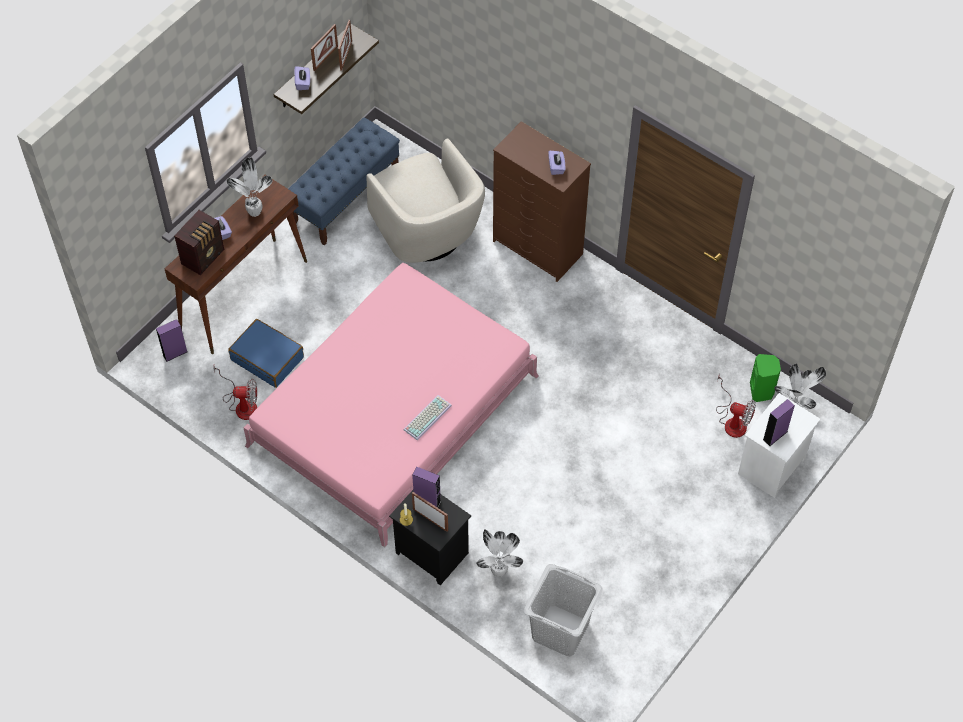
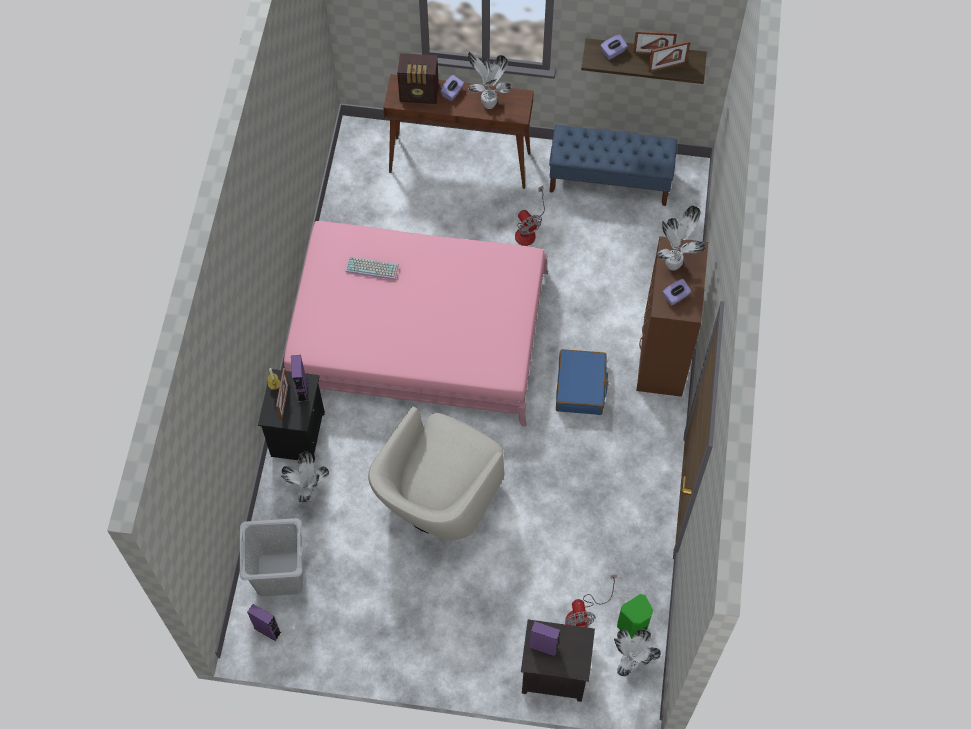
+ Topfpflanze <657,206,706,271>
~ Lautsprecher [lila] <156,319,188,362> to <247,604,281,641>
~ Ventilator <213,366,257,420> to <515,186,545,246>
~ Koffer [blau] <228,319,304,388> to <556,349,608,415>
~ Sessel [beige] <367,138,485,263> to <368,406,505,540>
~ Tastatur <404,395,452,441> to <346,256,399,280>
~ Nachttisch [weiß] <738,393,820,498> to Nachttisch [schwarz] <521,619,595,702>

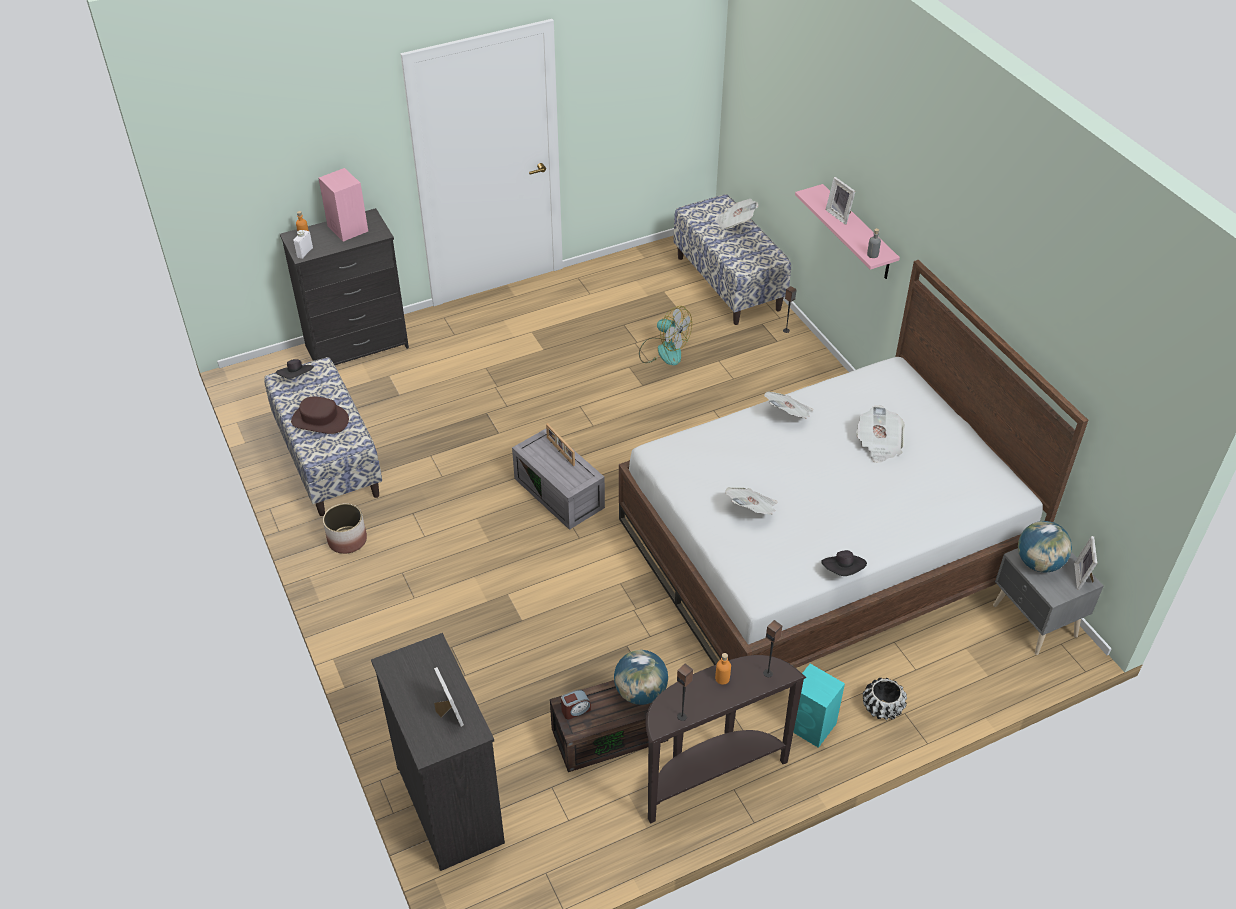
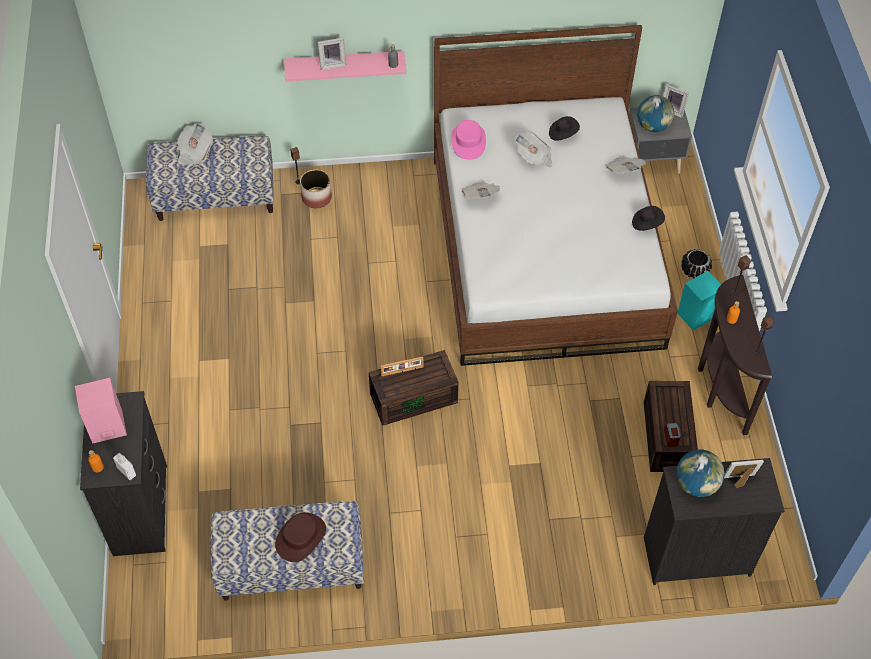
- Ventilator <639,306,692,366>
+ Hut [rosa] <451,120,486,160>
~ Hut [schwarz] <276,359,314,379> to <549,116,580,141>
~ Pflanzkübel <323,503,367,554> to <300,170,332,208>
~ Globus <614,650,668,705> to <676,449,725,497>
~ Zeitung <725,487,777,515> to <605,155,646,174>
~ Aufbewahrungsbox [grau] <512,429,605,530> to Aufbewahrungsbox [braun] <369,350,458,426>

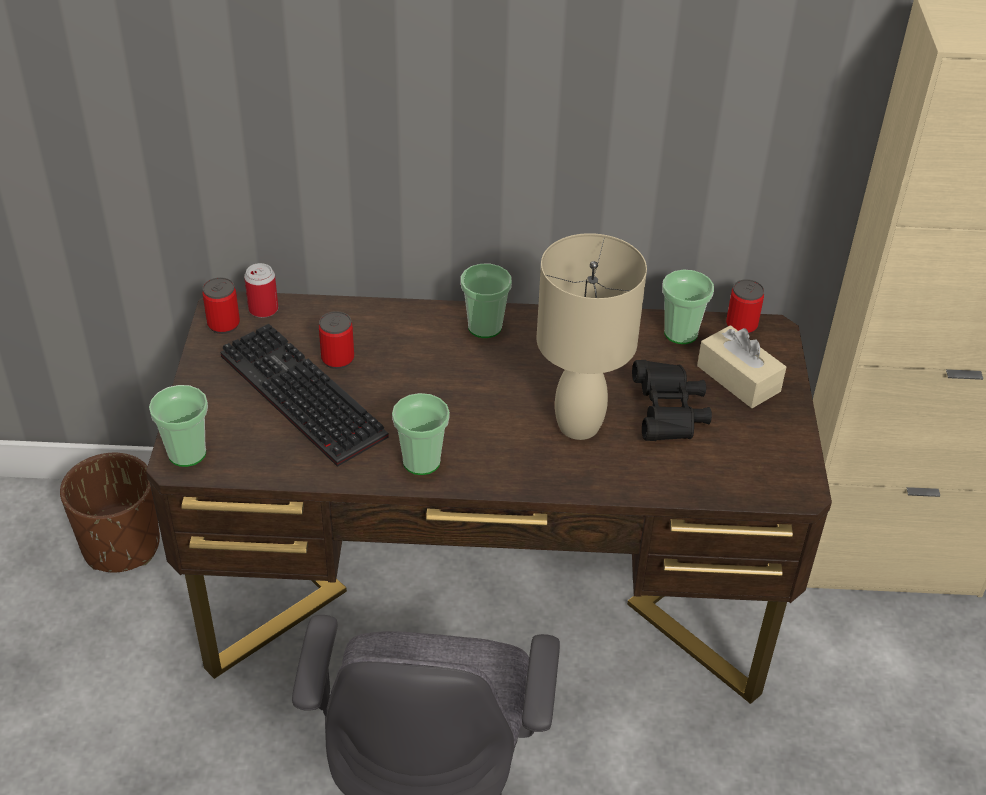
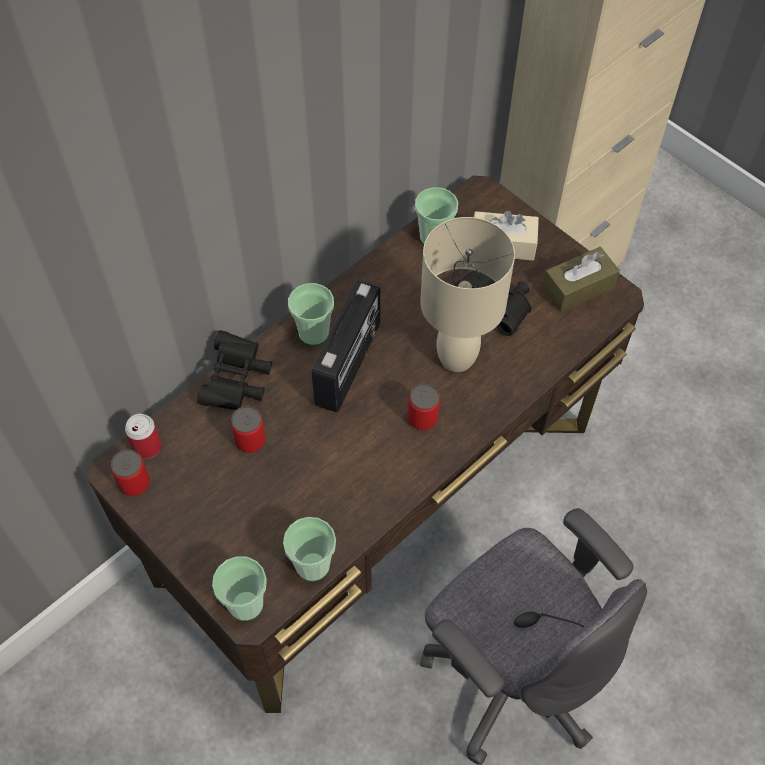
- Pflanzkübel [braun] <60,453,160,572>
- Tastatur <220,324,388,467>
+ Fernglas [schwarz] <197,330,272,410>
+ Radio <312,279,380,413>
+ Taschentuchbox [braun] <542,247,620,312>
~ Tasse <392,393,450,475> to <283,517,336,582>
~ Dose <726,279,764,334> to <408,384,440,430>

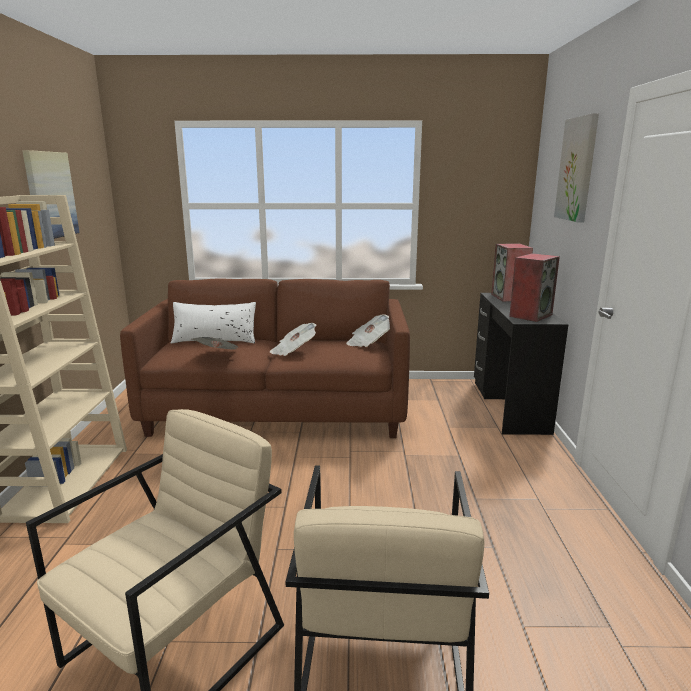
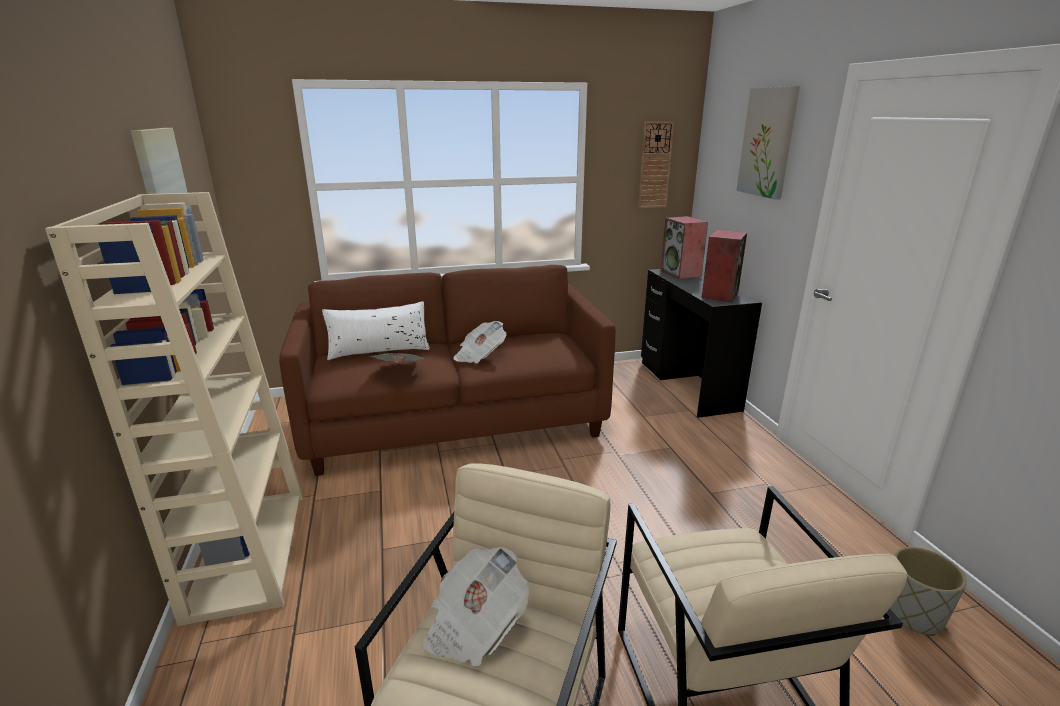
+ Wanduhr <638,121,674,208>
+ Pflanzkübel [grau] <890,547,967,636>
~ Zeitung <346,314,390,347> to <423,547,529,666>

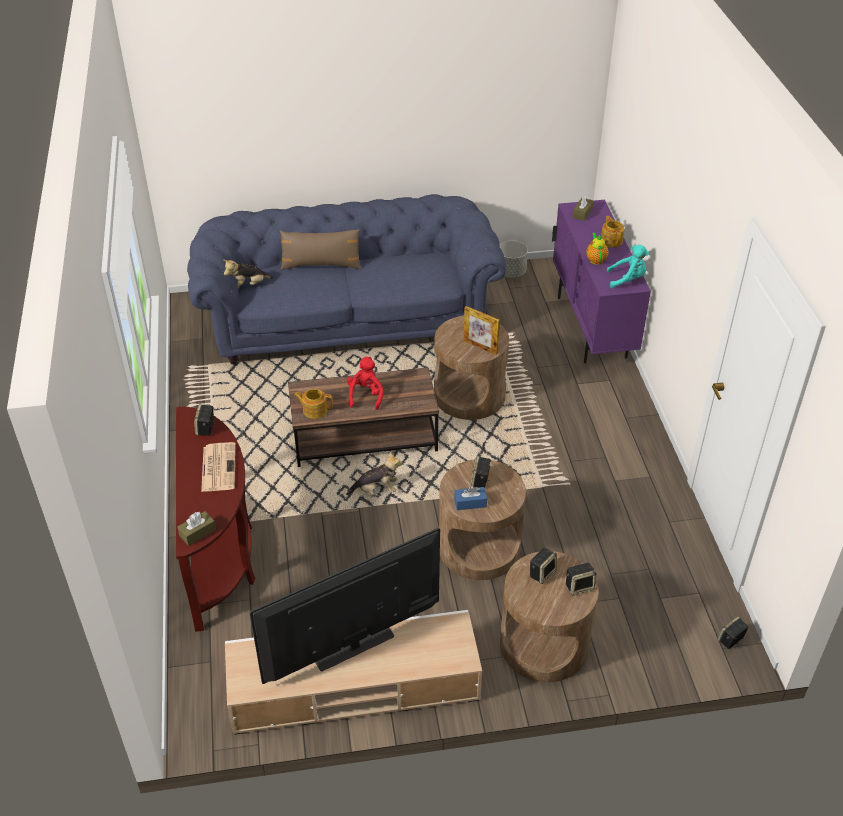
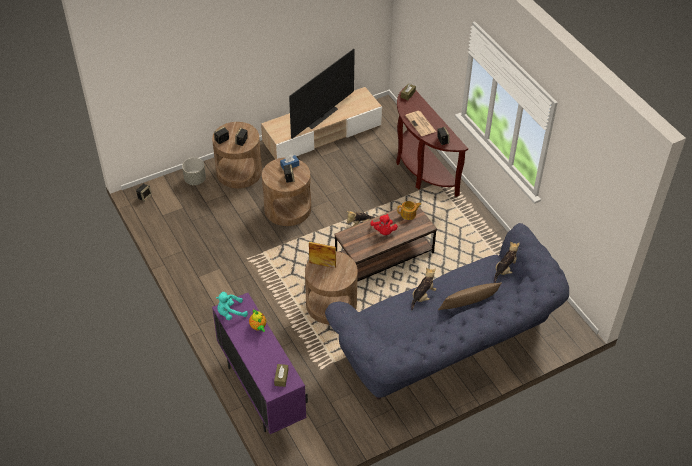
- Teekanne <601,216,625,247>
+ Plüschtier <411,268,437,310>
~ Pflanzkübel [grau] <499,241,528,278> to <182,158,206,185>

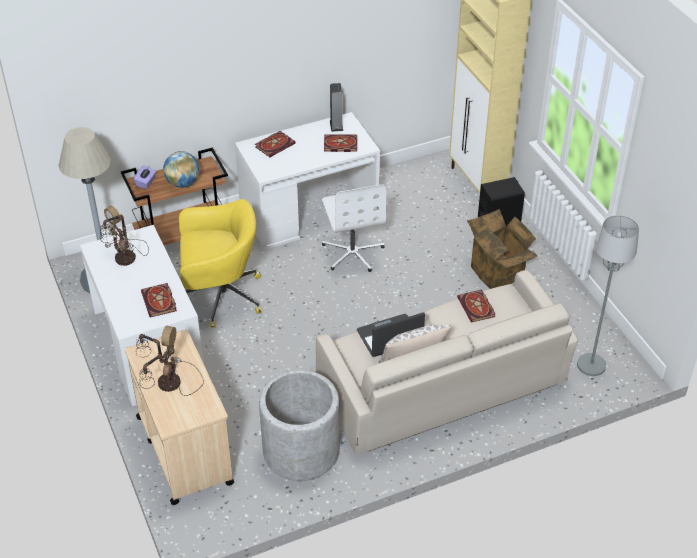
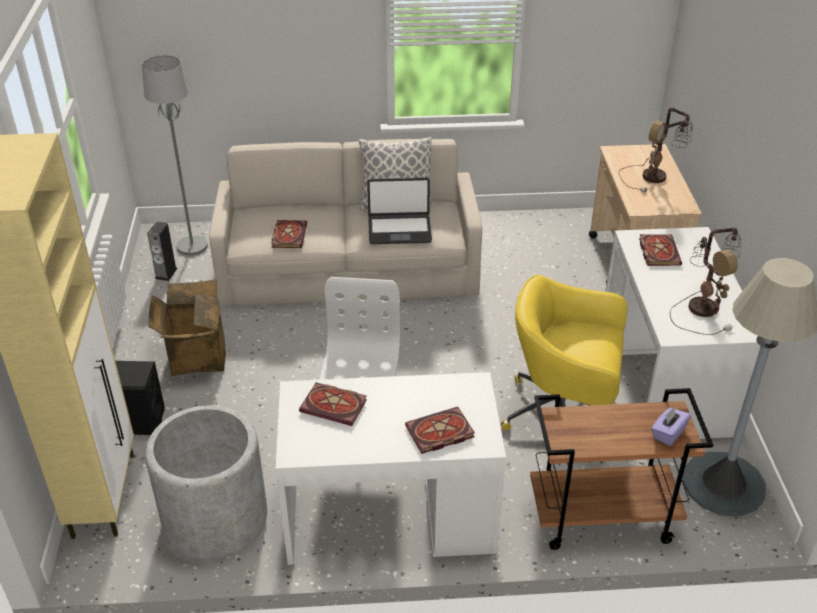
- Globus <163,151,200,188>
~ Pflanzkübel [grau] <259,370,340,481> to <145,406,267,559>
~ Lautsprecher <330,83,343,132> to <147,221,178,281>

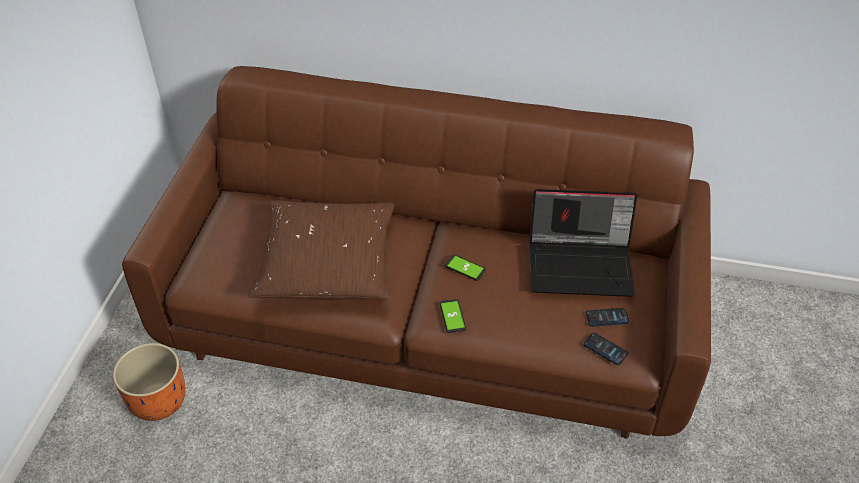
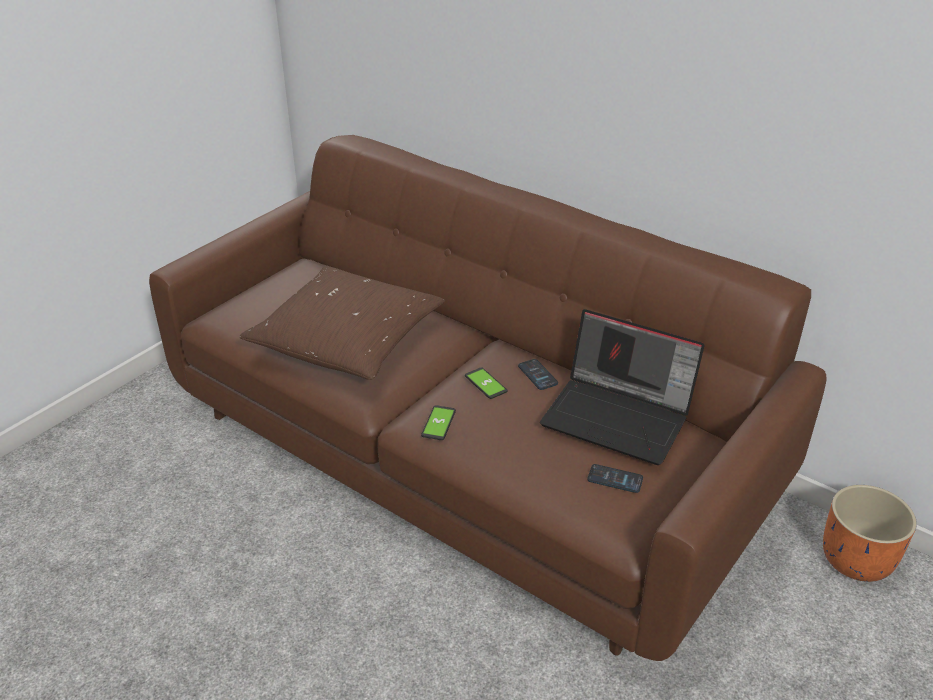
~ Pflanzkübel [orange] <113,343,186,421> to <823,485,917,582>
~ Handy <583,332,628,365> to <518,359,558,390>

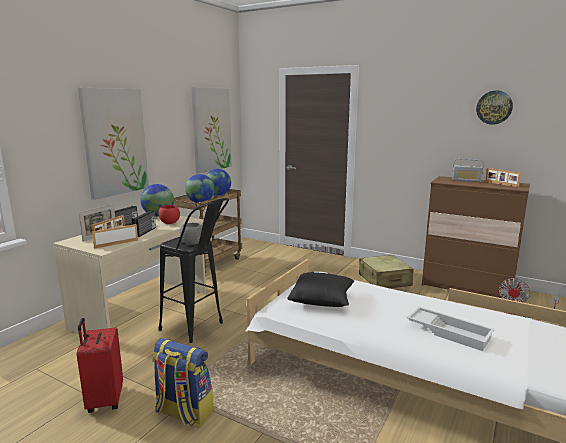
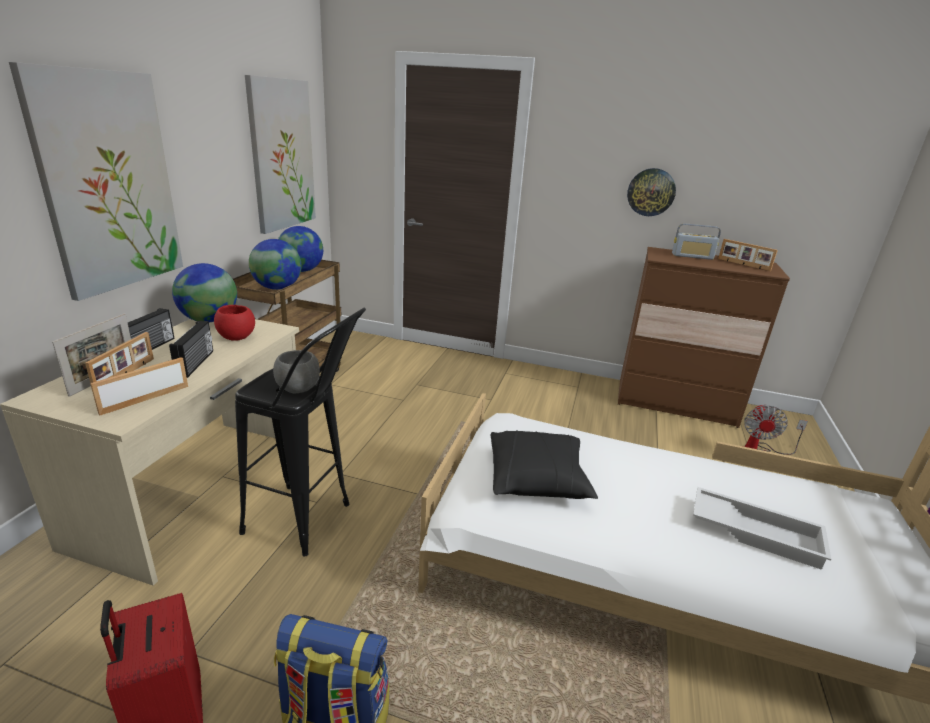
- Koffer [beige] <359,255,414,288>
~ Wanduhr <476,91,513,125> to <627,168,676,216>

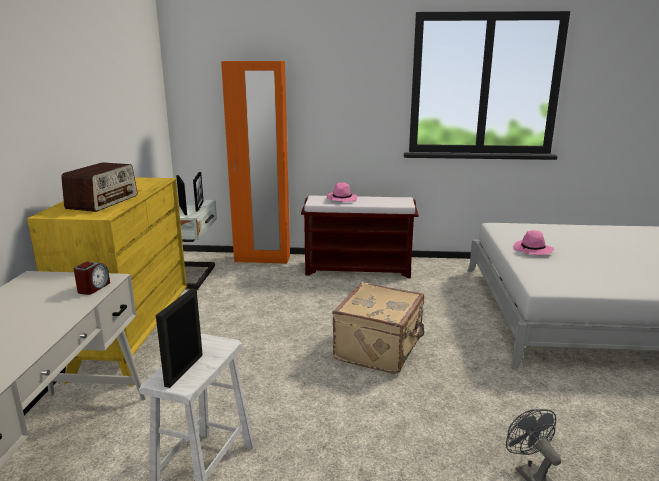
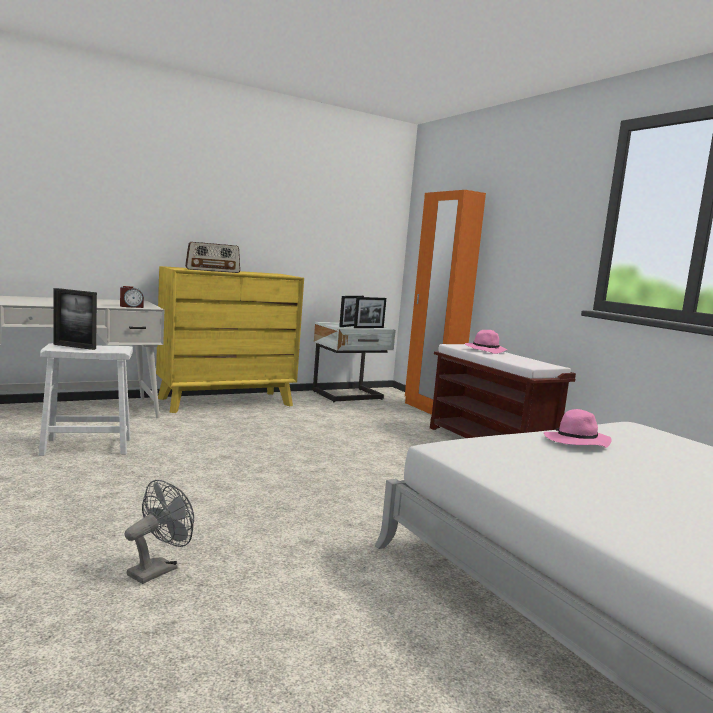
- Koffer [beige] <332,282,424,374>
~ Bilderrahmen <156,288,203,388> = <54,288,97,350> 150 degrees counterclockwise

